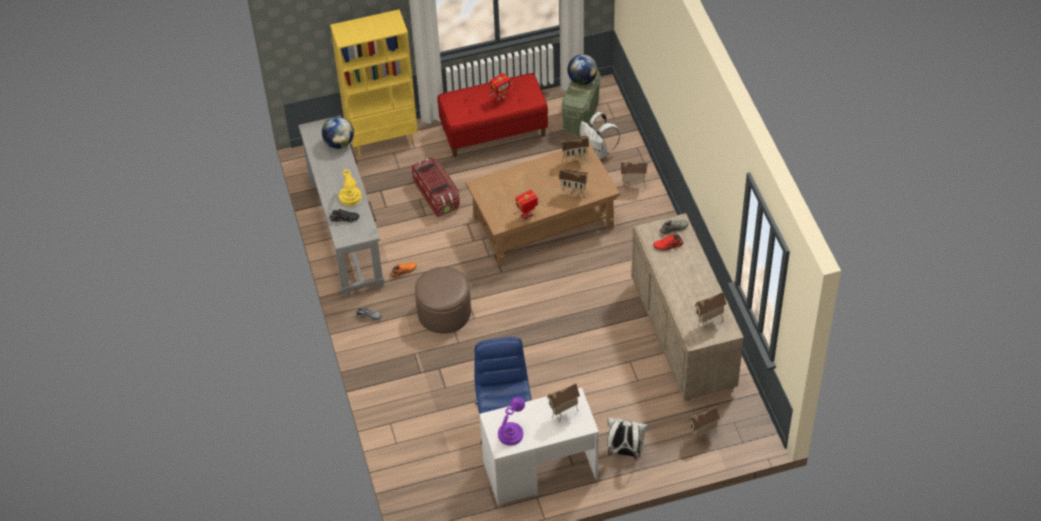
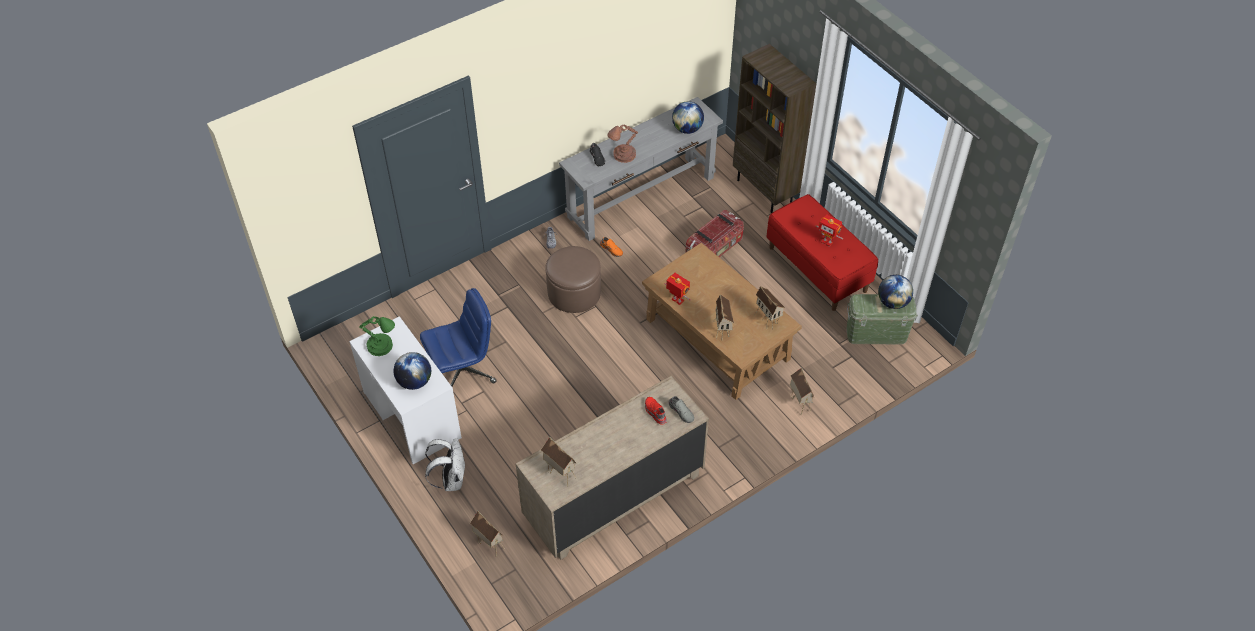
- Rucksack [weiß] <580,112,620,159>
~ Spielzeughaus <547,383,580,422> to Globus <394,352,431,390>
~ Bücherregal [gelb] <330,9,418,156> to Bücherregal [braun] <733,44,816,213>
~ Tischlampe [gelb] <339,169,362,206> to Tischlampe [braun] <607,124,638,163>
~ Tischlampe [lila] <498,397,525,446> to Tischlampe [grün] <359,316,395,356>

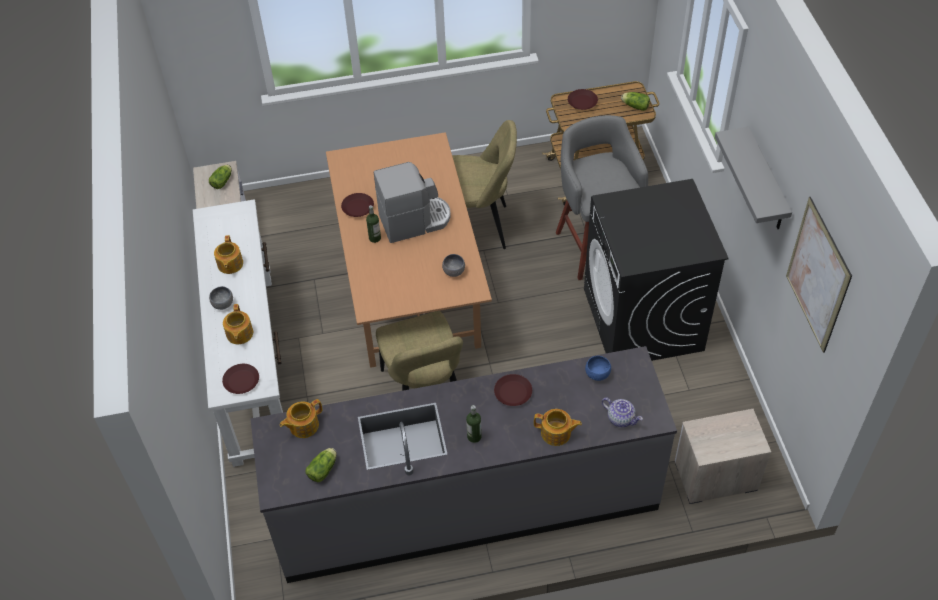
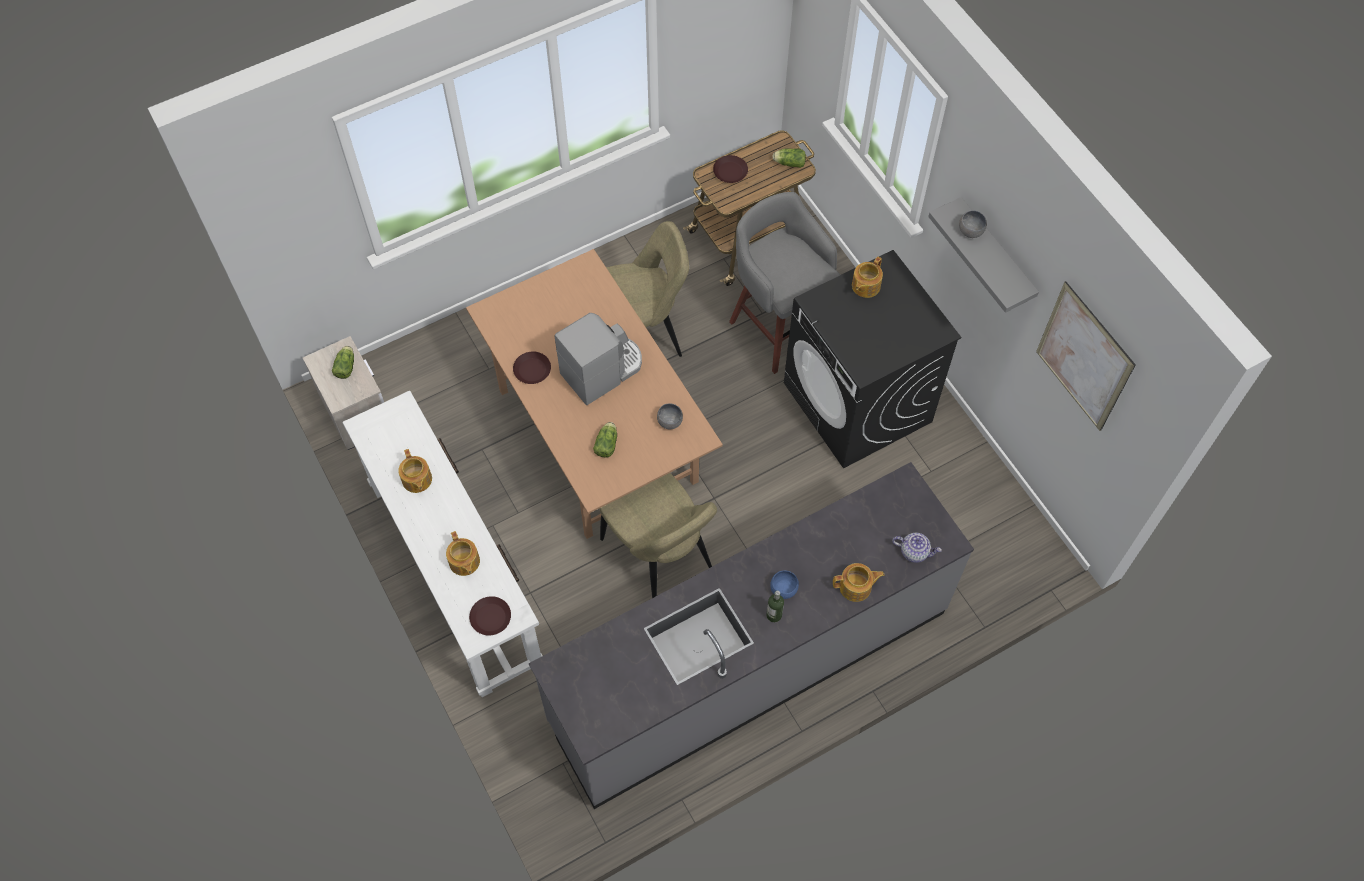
- Flasche <366,205,381,243>
- Teller [braun] <494,374,532,406>
- Nachttisch <675,409,771,504>
~ Schüssel [grau] <209,286,233,310> to <959,210,987,238>
~ Teekanne <280,399,322,438> to <852,257,883,298>
~ Salatkopf <305,448,337,482> to <593,422,617,458>
~ Schüssel [blau] <585,356,611,381> to <770,570,799,599>

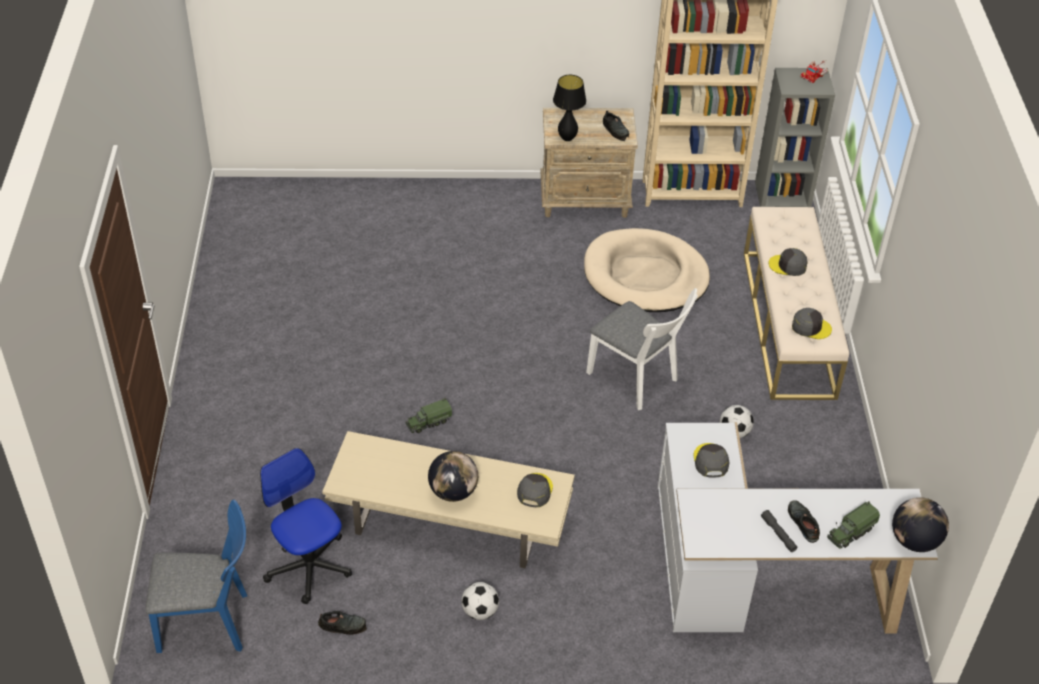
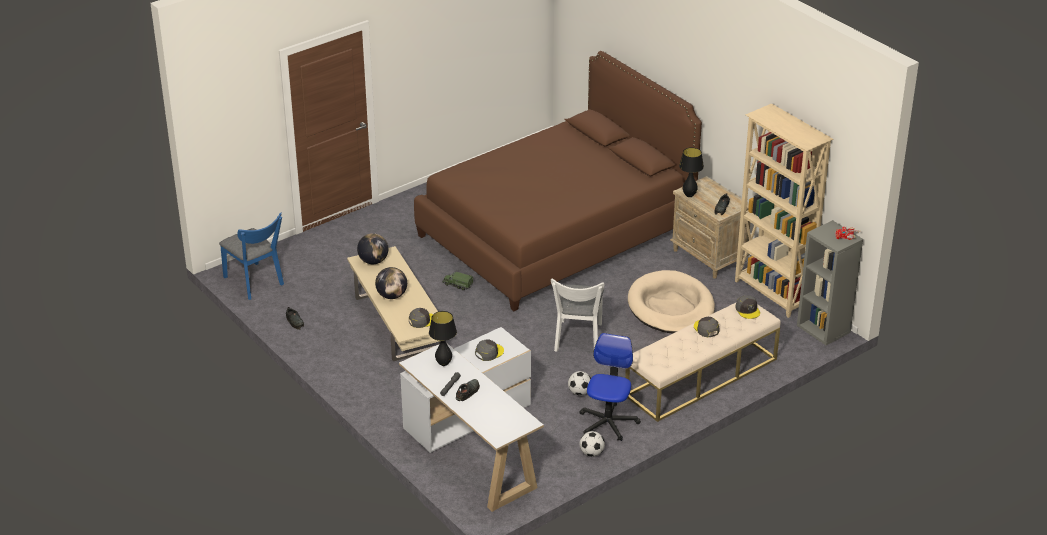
- Spielzeuglaster <827,501,880,549>
+ Bett [braun] <414,51,702,311>
+ Tischlampe [schwarz] <429,311,457,366>
~ Bürostuhl <260,448,352,604> to <579,333,641,441>
~ Fußball <462,582,499,620> to <580,431,605,457>
~ Kappe [grau] <792,308,832,339> to <735,295,760,319>
~ Globus <892,497,949,552> to <357,233,389,264>

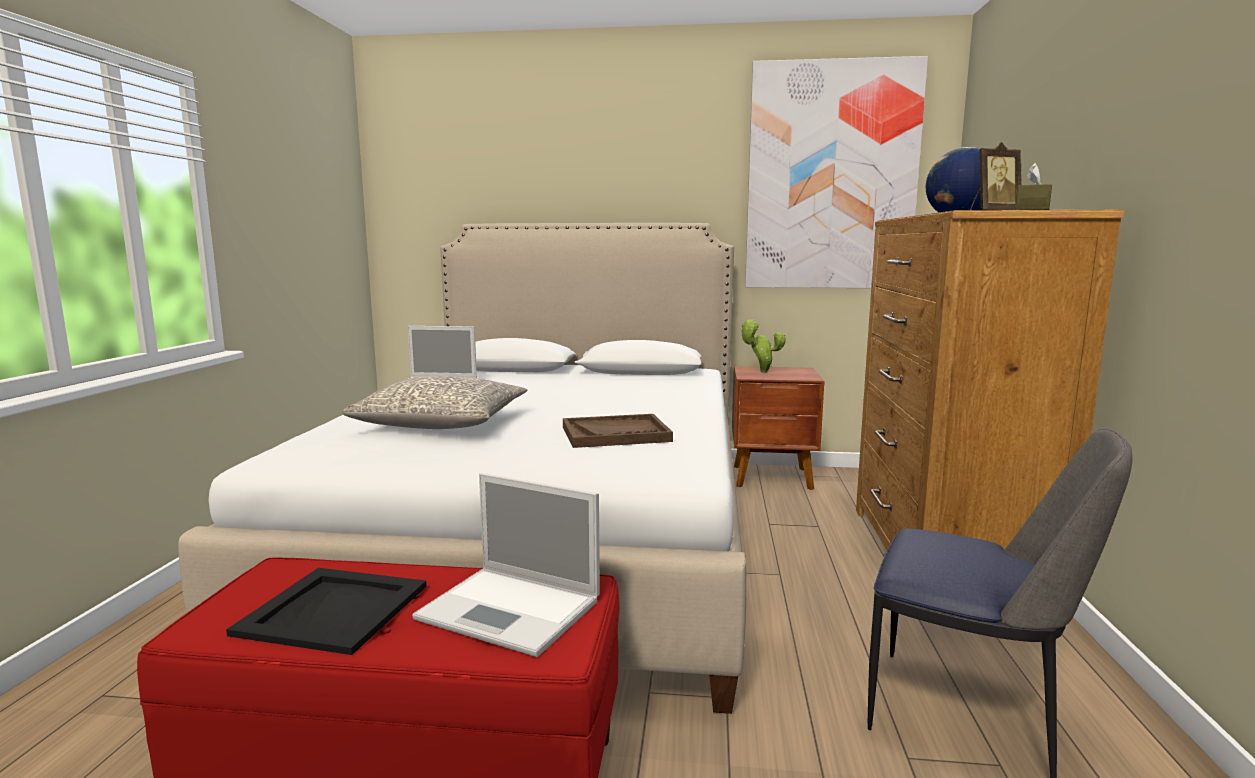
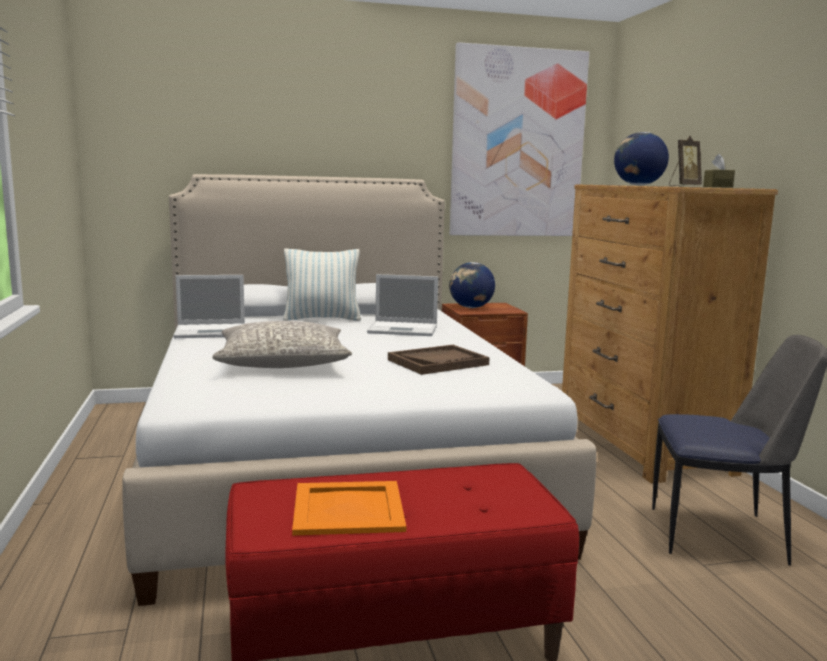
+ Kissen <283,248,361,321>
~ Laptop <412,473,600,657> to <367,274,438,336>
~ Topfpflanze <740,319,786,373> to Globus <449,262,495,308>
~ Tablett [schwarz] <226,568,427,655> to Tablett [orange] <292,481,406,535>

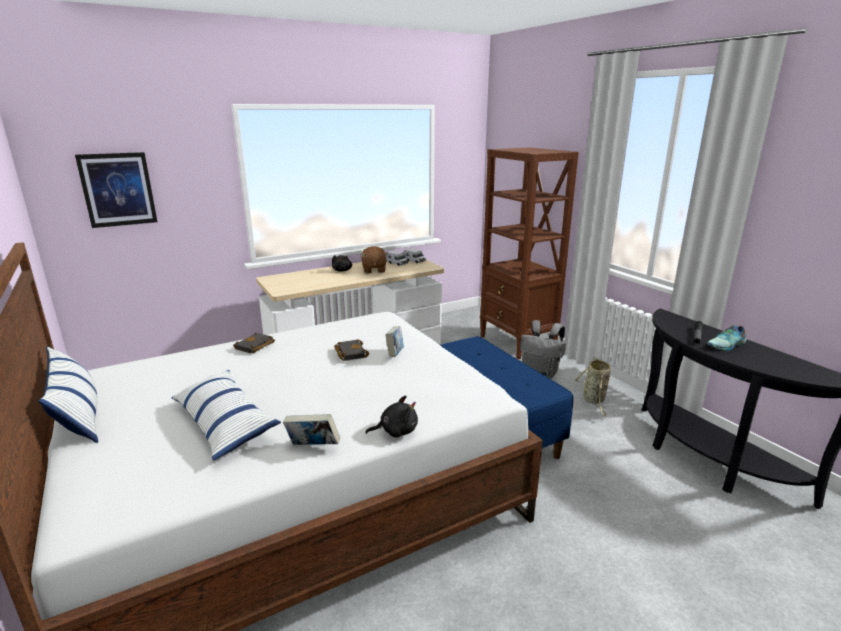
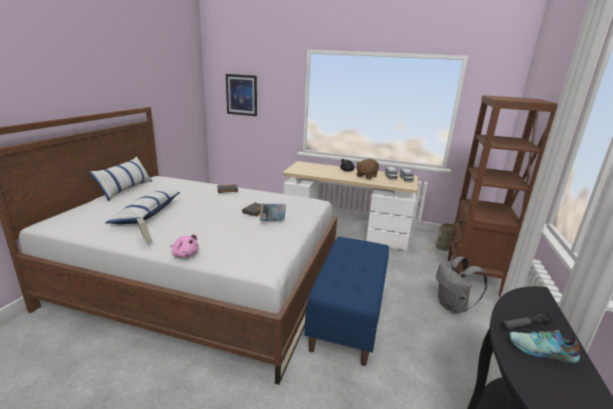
~ Korb <575,358,611,416> to <429,223,454,254>
~ Plüschtier [schwarz] <366,396,418,438> to Plüschtier [rosa] <170,234,199,258>

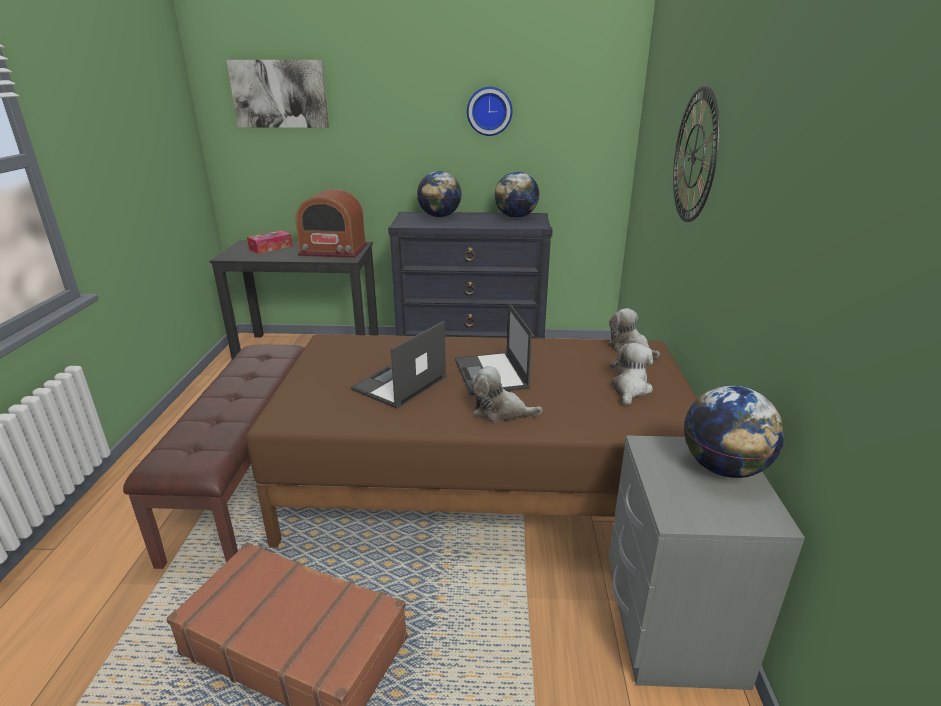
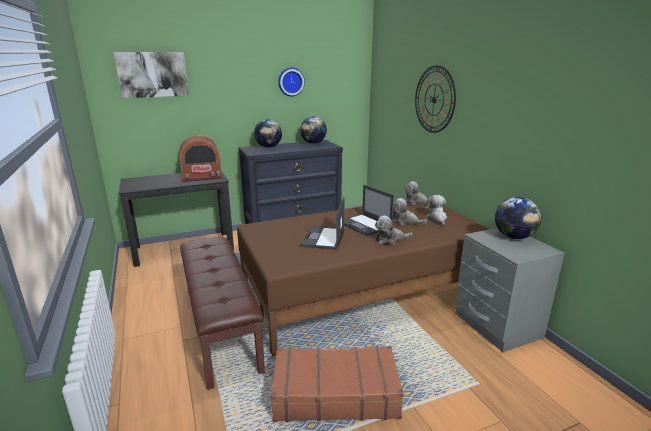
- Taschentuchbox <247,230,292,254>
+ Plüschtier <392,198,427,225>

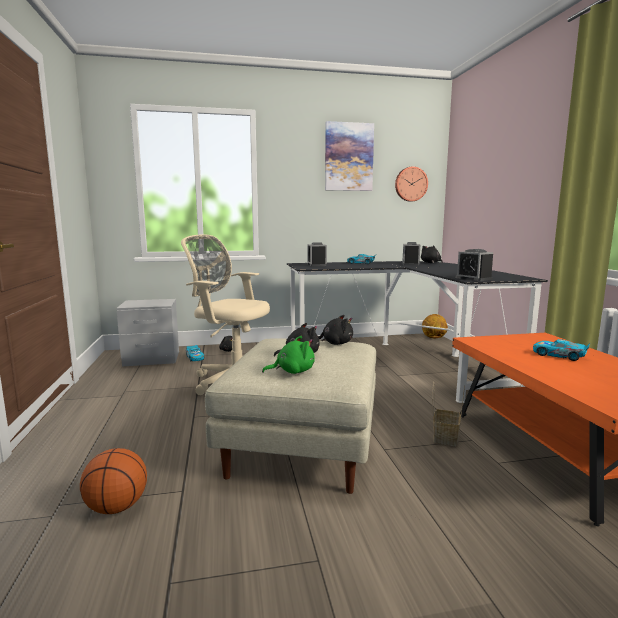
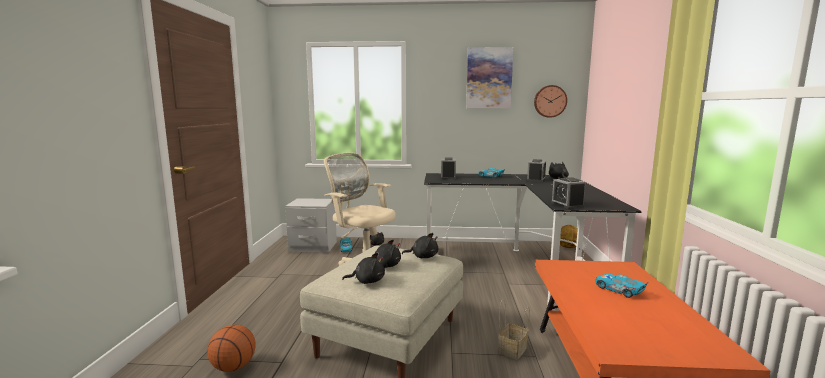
~ Plüschtier [grün] <262,336,315,374> to Plüschtier [schwarz] <342,253,385,284>

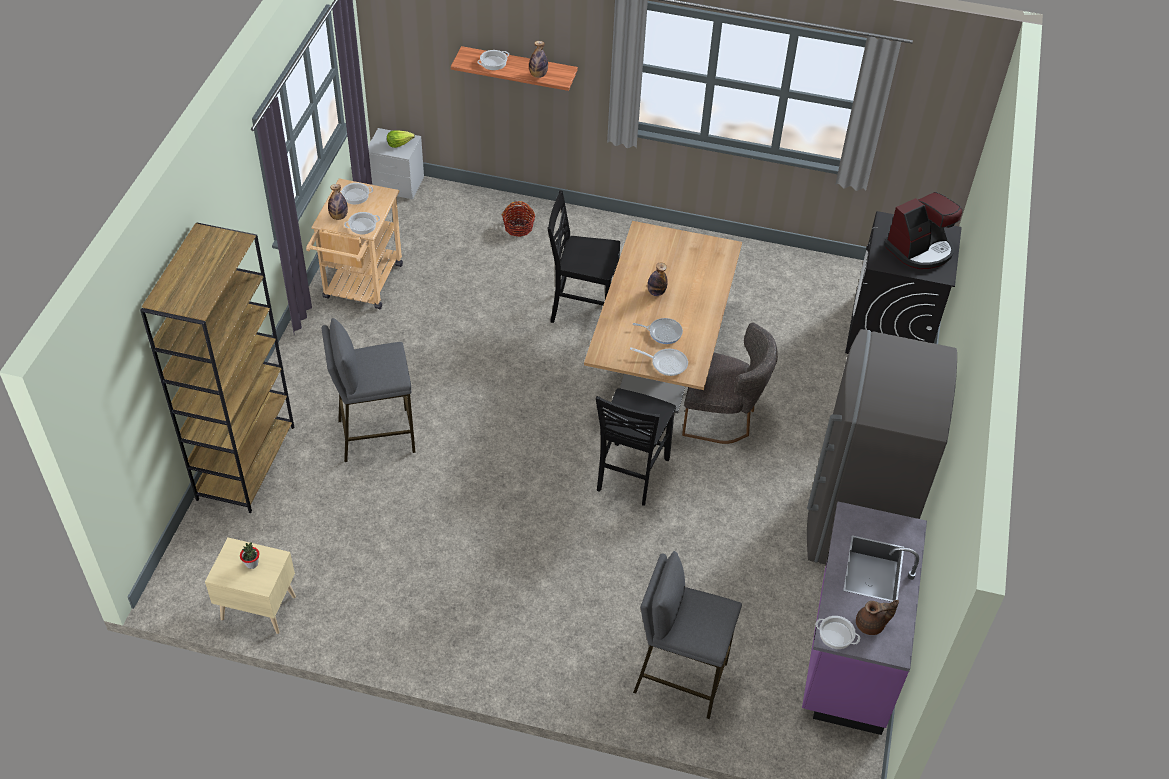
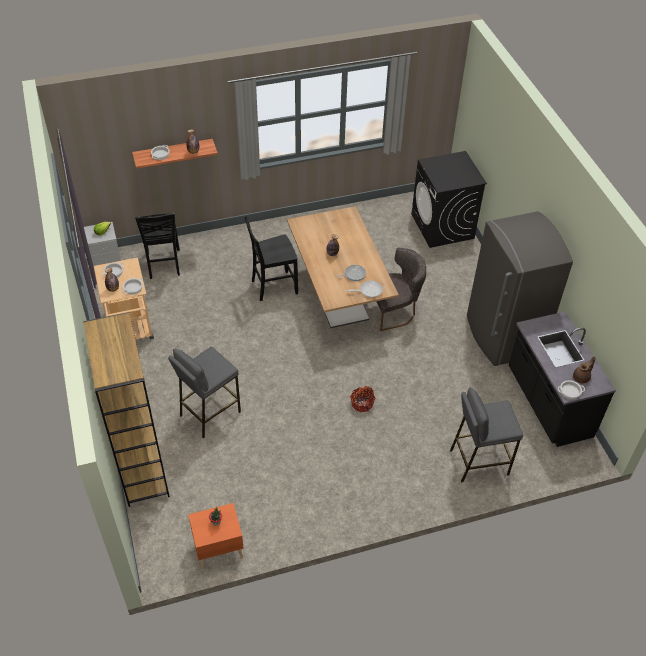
- Kaffeemaschine <884,192,962,269>
~ Korb <502,201,535,237> to <350,386,375,412>
~ Stuhl [schwarz] <596,388,676,505> to <135,213,180,279>
~ Nachttisch [beige] <205,537,296,634> to Nachttisch [orange] <188,503,244,569>
~ Küchenzeile [lila] <802,502,927,735> to Küchenzeile [schwarz] <509,312,616,447>

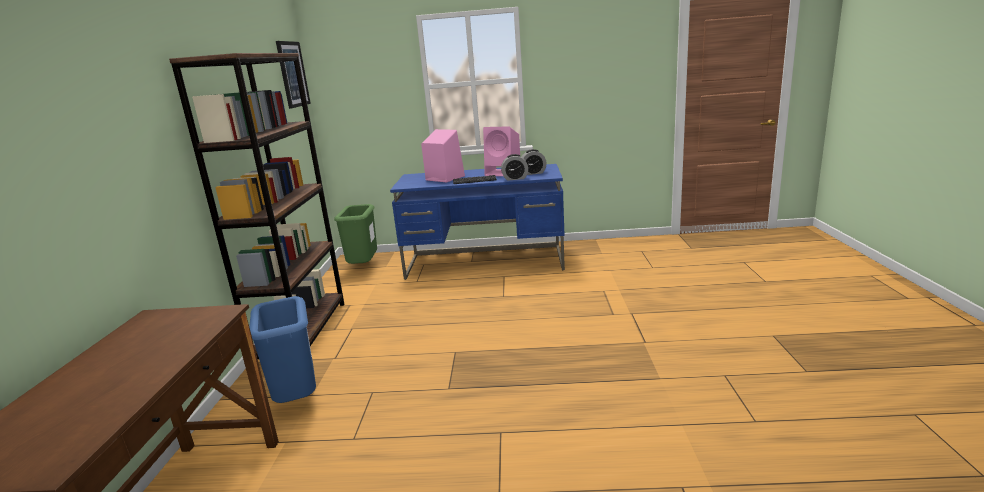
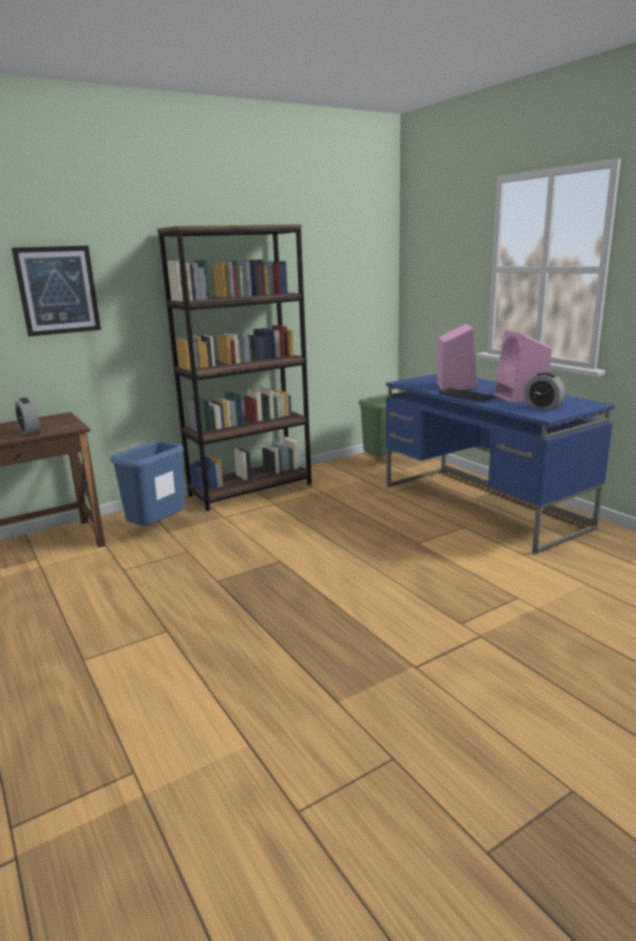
~ Bild <276,41,311,109> to <11,246,101,337>
~ Wecker <501,154,528,181> to <15,398,40,435>

